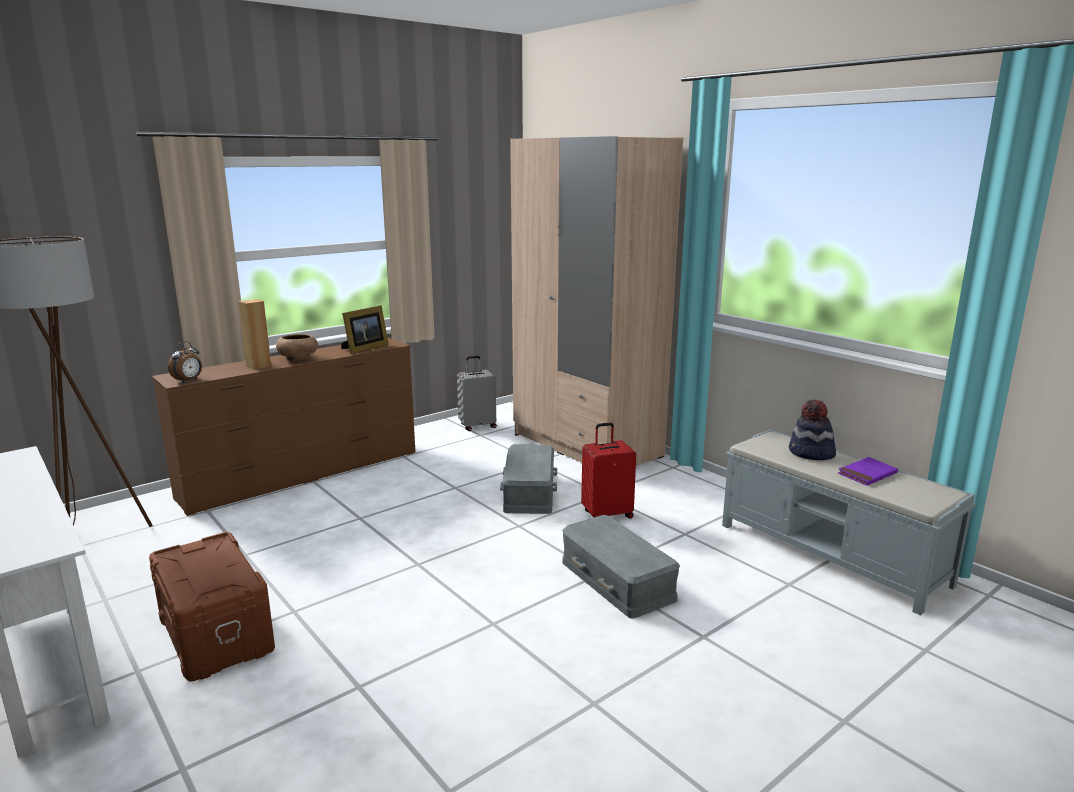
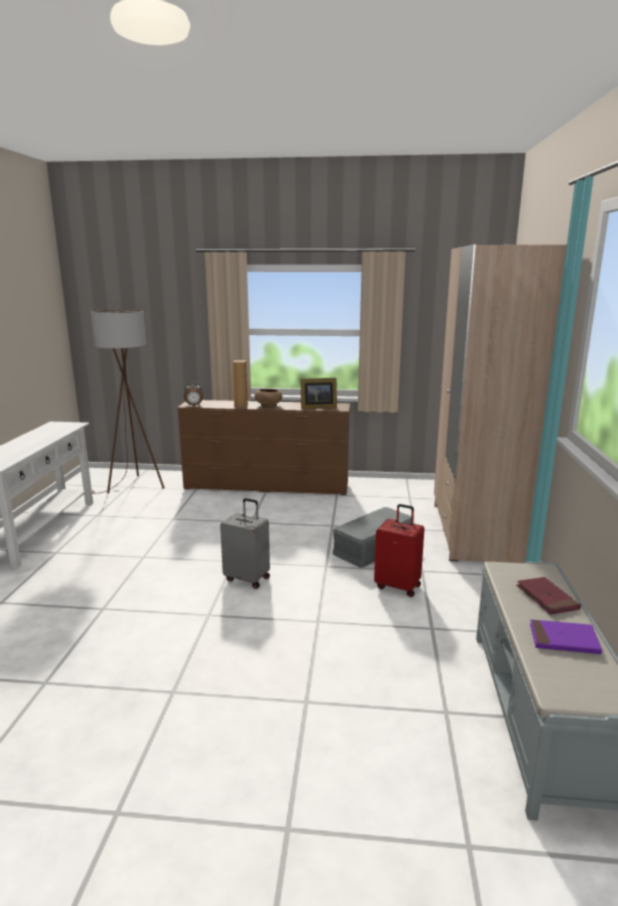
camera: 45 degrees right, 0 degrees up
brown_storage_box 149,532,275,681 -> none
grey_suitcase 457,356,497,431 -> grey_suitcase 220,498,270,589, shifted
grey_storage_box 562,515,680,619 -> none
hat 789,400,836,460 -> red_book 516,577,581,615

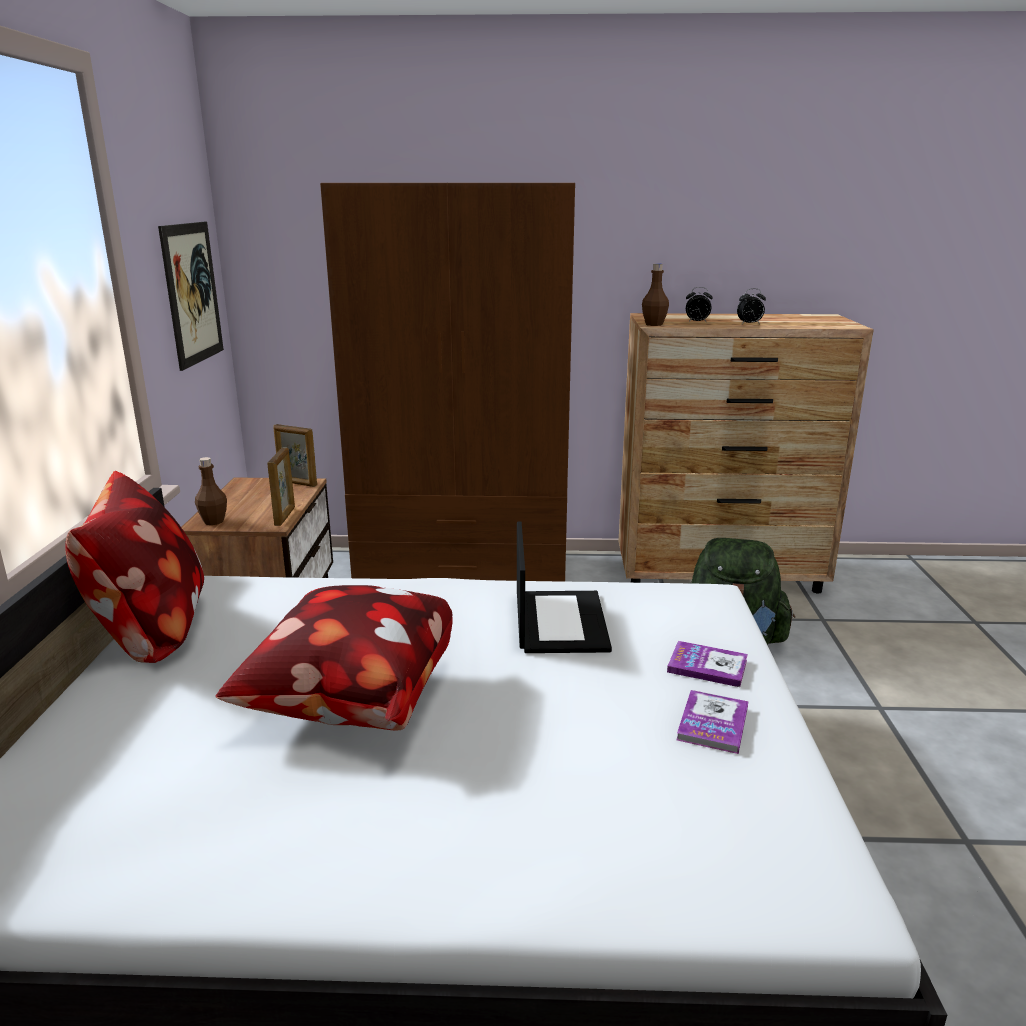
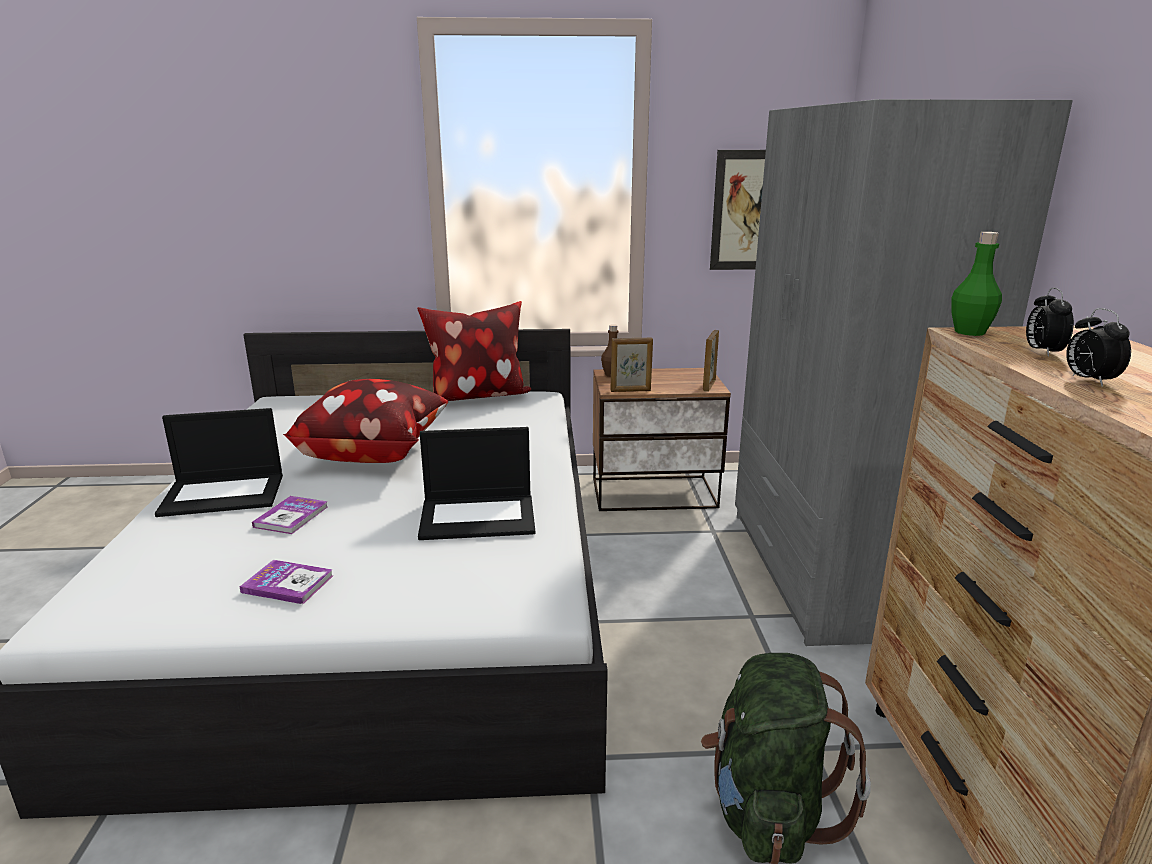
camera: 85 degrees right, 0 degrees up
brown_wardrobe 320,183,575,582 -> grey_wardrobe 735,99,1073,646
brown_bottle 642,264,669,326 -> green_bottle 951,232,1002,336
book 667,641,748,687 -> book 252,496,328,534, shifted
none -> laptop 155,408,283,517

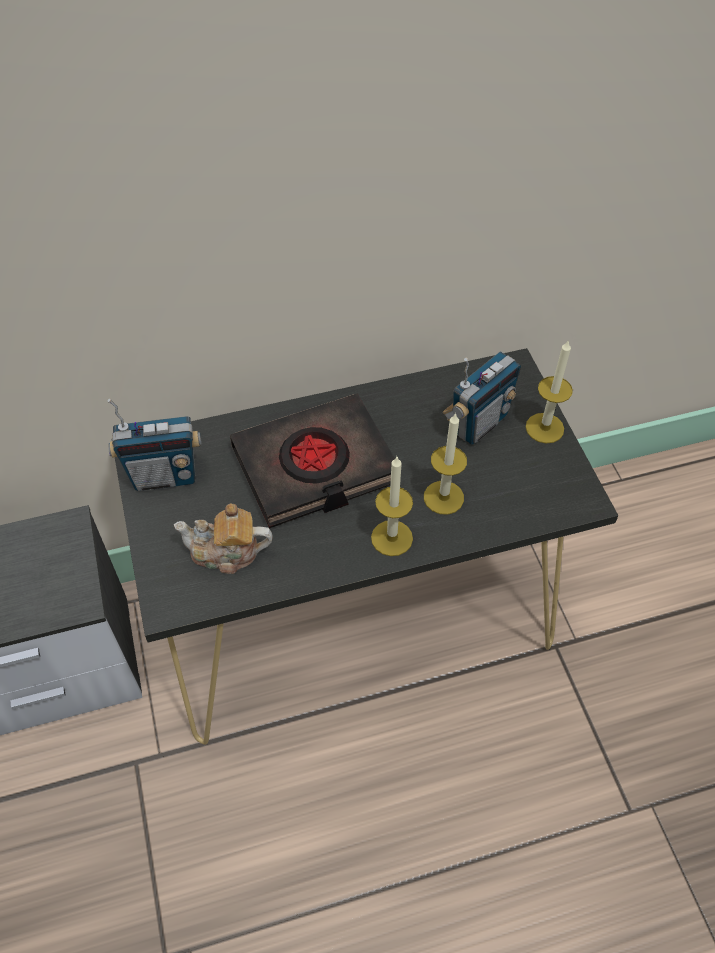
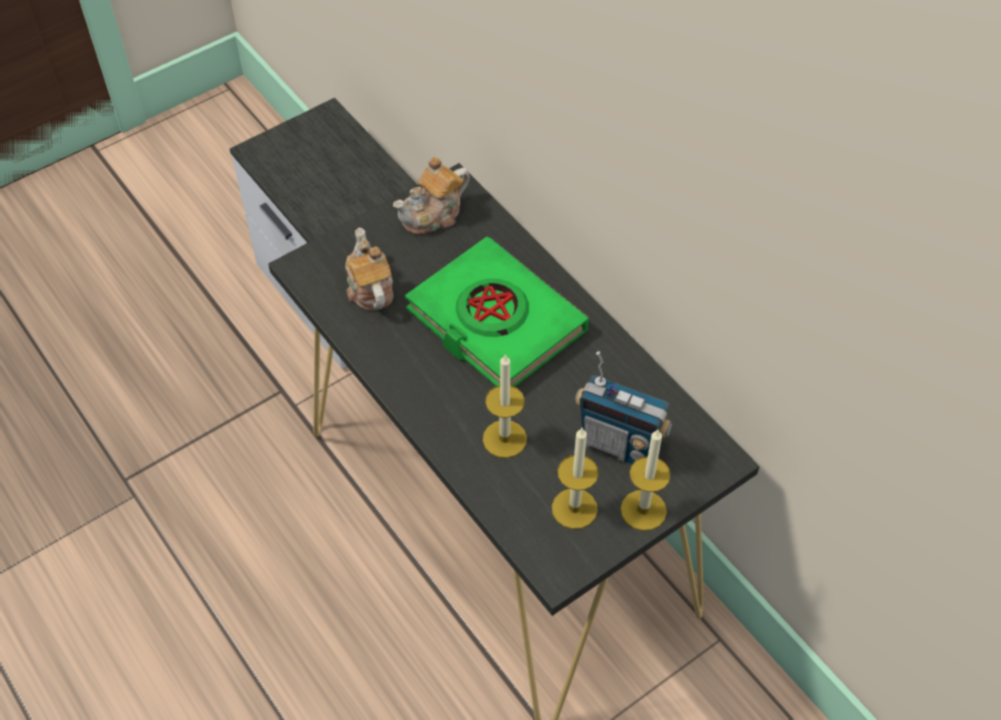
camera: 70 degrees right, 0 degrees up
radio 107,399,202,491 -> teapot 393,157,470,234
black_book 230,393,395,528 -> green_book 405,237,589,387
candle 371,457,413,556 -> candle 552,428,599,529, shifted

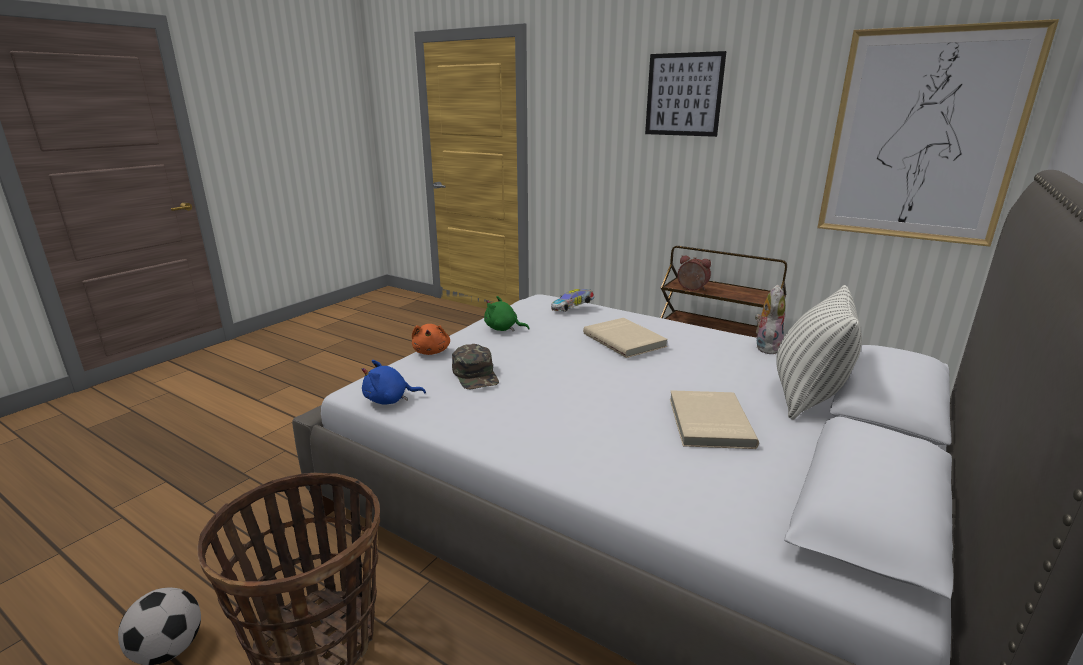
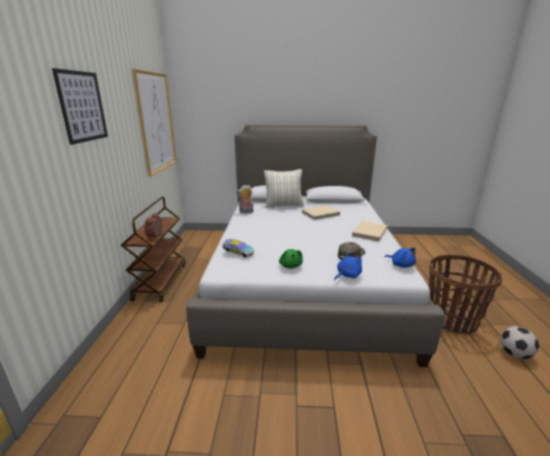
camera: 120 degrees left, 0 degrees up
orange_plush_toy 412,324,450,355 -> blue_plush_toy 334,252,362,280
beige_book 583,318,668,358 -> beige_book 352,221,387,242, shifted

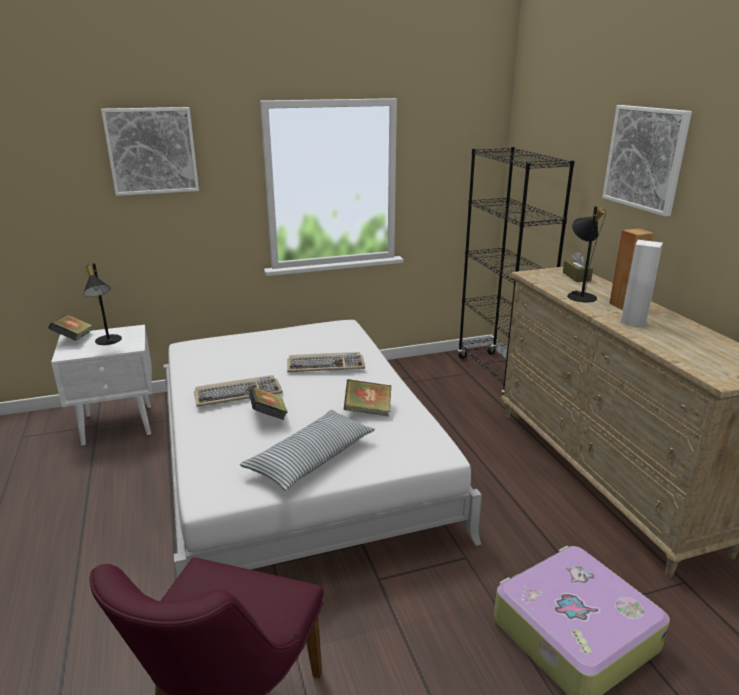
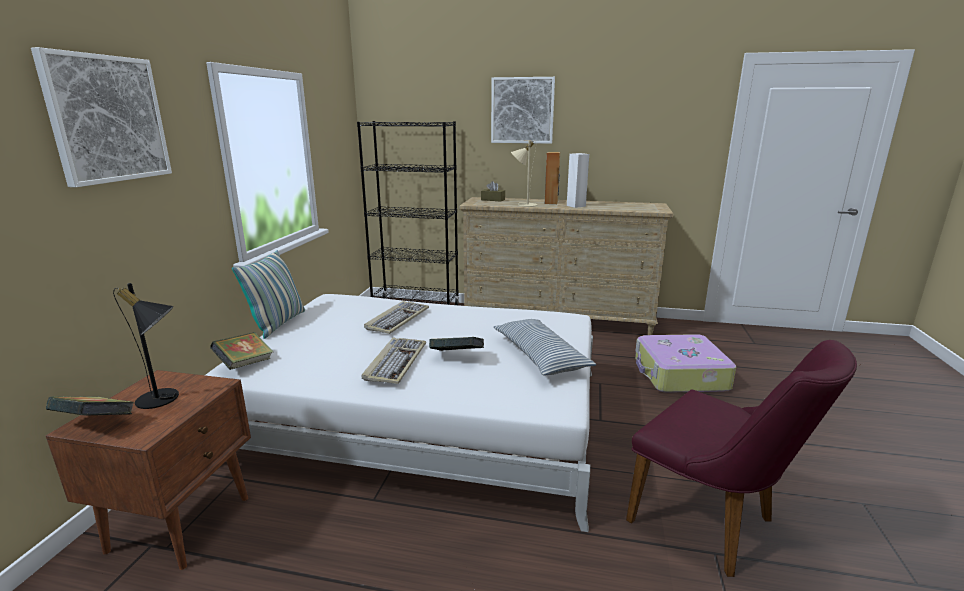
camera: 60 degrees left, 5 degrees down
white_nightstand 51,325,152,446 -> brown_nightstand 46,370,251,570
book 344,379,391,416 -> book 210,332,274,370, shifted
black_table_lamp 567,206,606,303 -> beige_table_lamp 511,140,537,207
none -> pillow 232,250,305,339

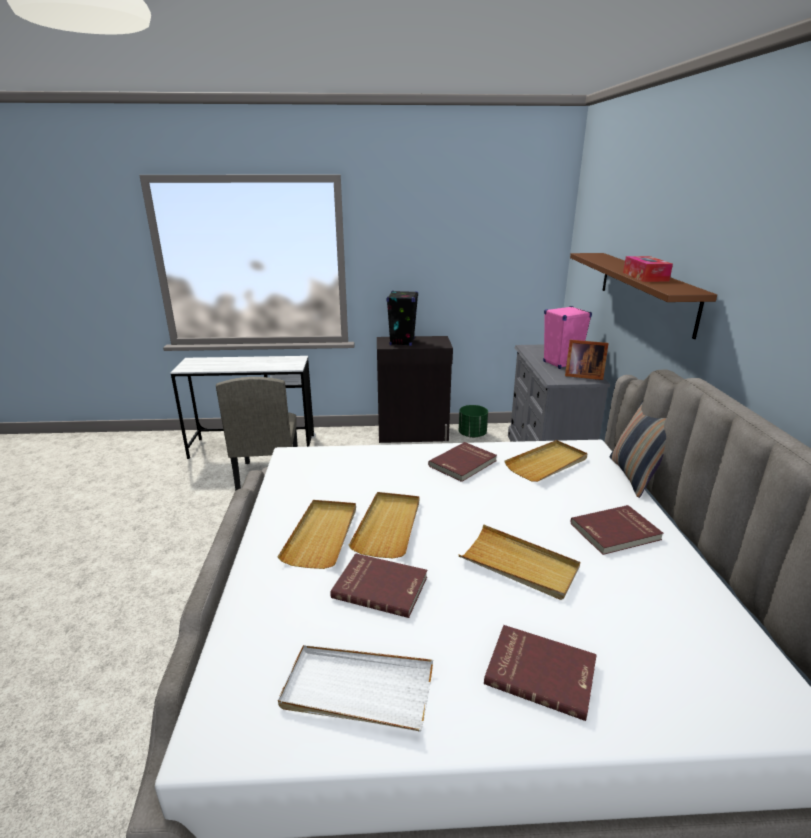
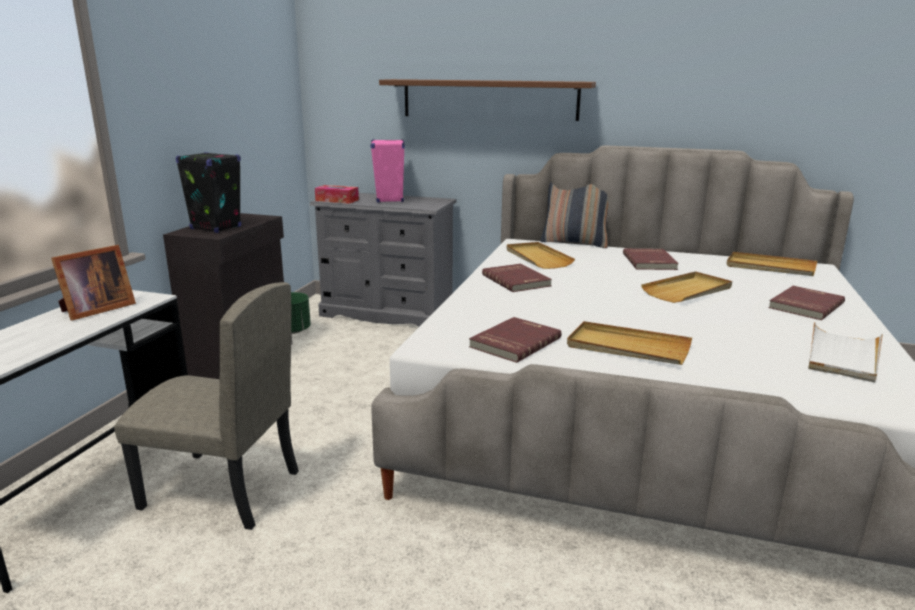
camera: 70 degrees left, 5 degrees down
red_book 330,553,427,618 -> red_book 469,317,562,363, shifted
beige_tray 349,492,419,558 -> beige_tray 726,252,817,276, shifted
picture_frame 565,340,609,380 -> picture_frame 51,245,136,321, shifted
tissue_box 623,256,673,282 -> tissue_box 315,185,359,204, shifted

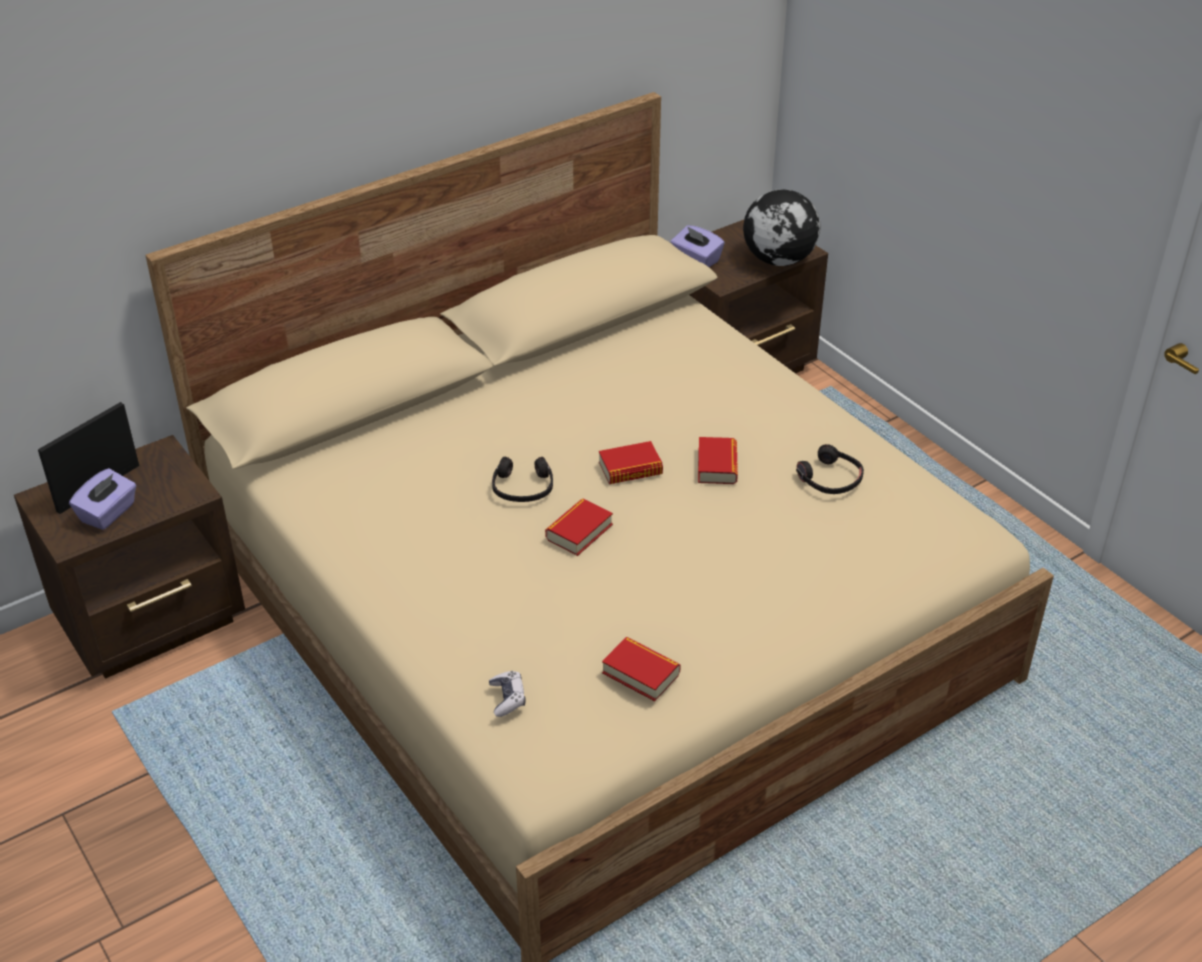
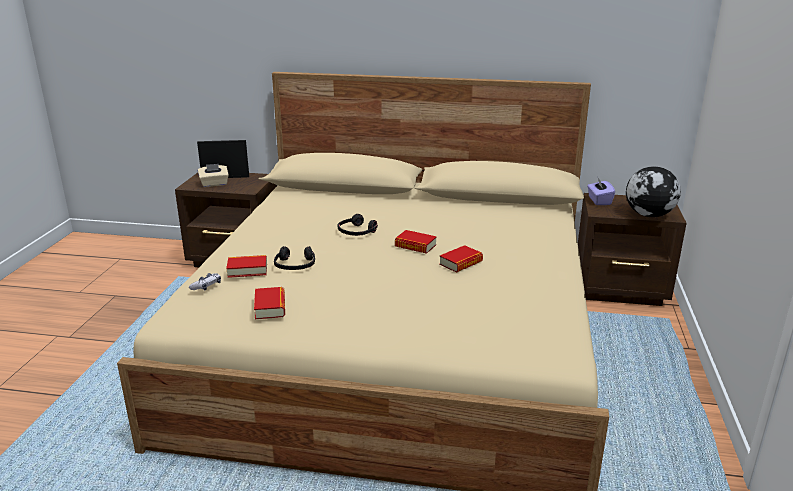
camera: 45 degrees right, 15 degrees down
purple_tissue_box 69,468,136,530 -> beige_tissue_box 198,164,229,187
book 545,499,613,556 -> book 226,255,267,278, shifted
black_headphones 796,444,864,494 -> black_headphones 274,246,315,270, shifted

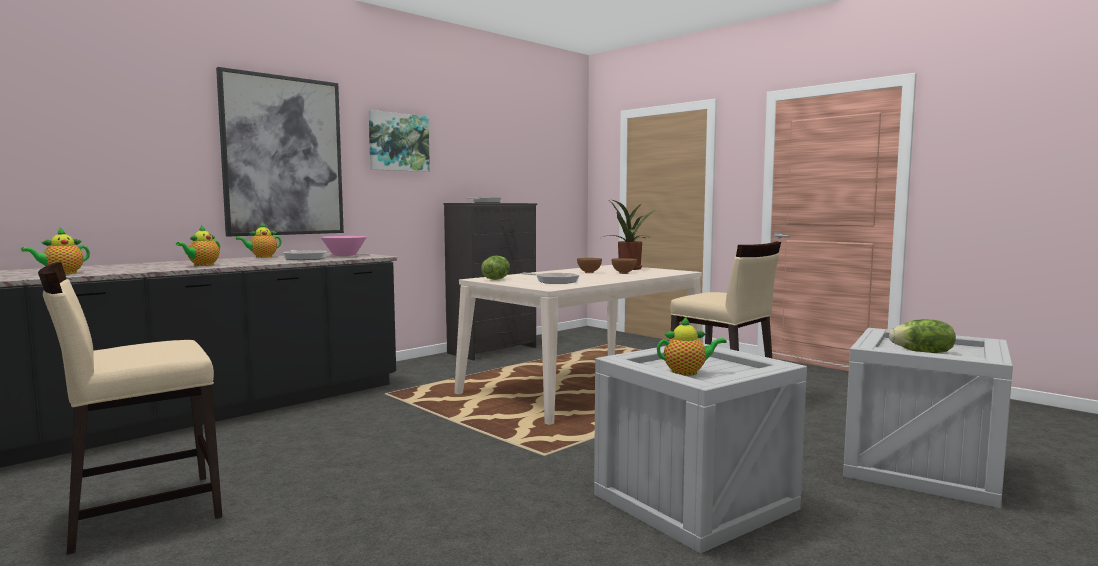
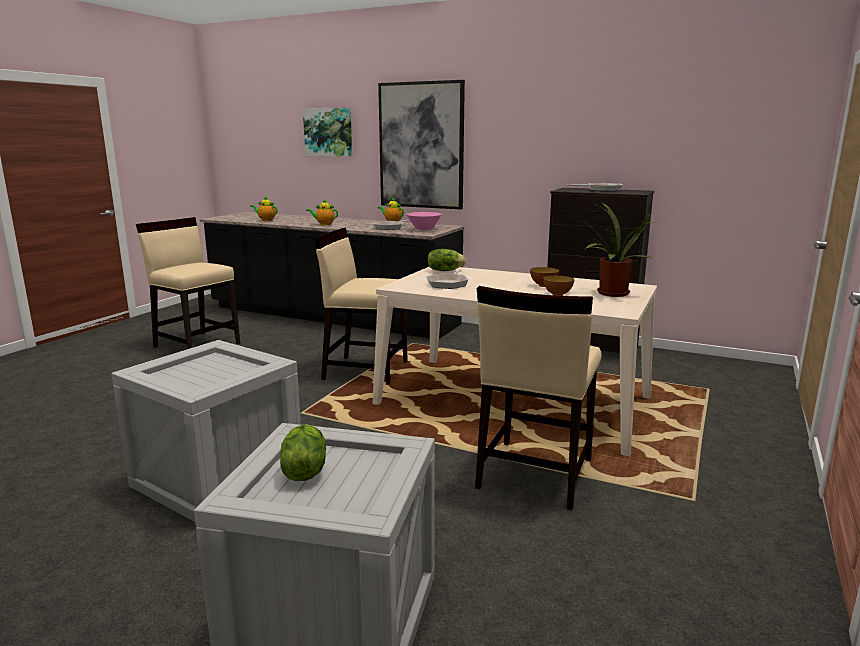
camera: 70 degrees right, 10 degrees up
picture 369,110,430,172 -> picture 303,107,352,157, shifted
teapot 657,317,727,376 -> none
none -> beige_chair 314,228,408,385

